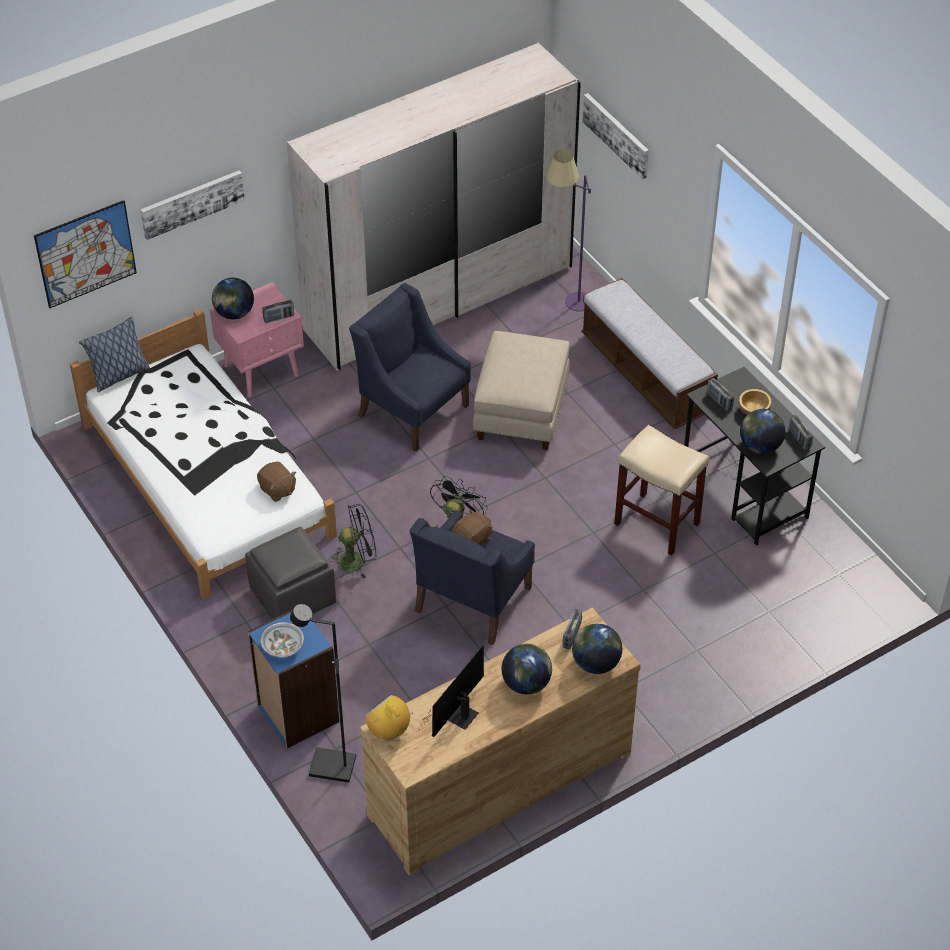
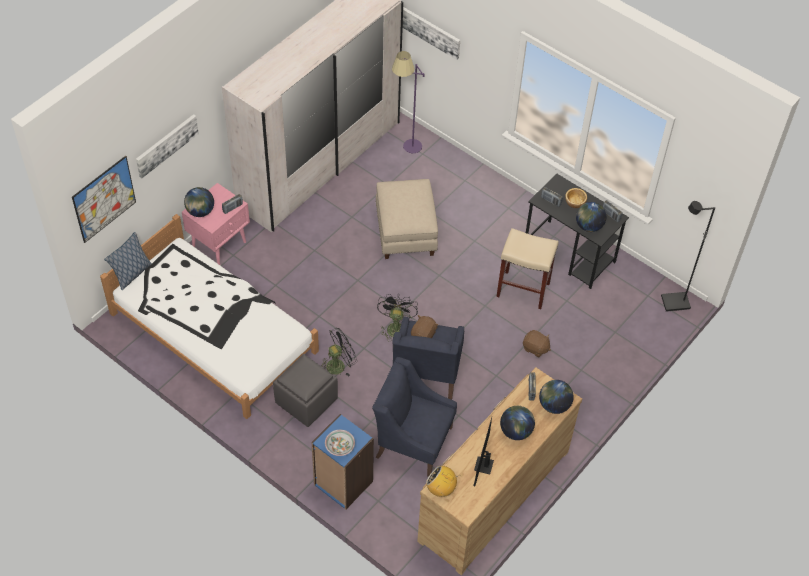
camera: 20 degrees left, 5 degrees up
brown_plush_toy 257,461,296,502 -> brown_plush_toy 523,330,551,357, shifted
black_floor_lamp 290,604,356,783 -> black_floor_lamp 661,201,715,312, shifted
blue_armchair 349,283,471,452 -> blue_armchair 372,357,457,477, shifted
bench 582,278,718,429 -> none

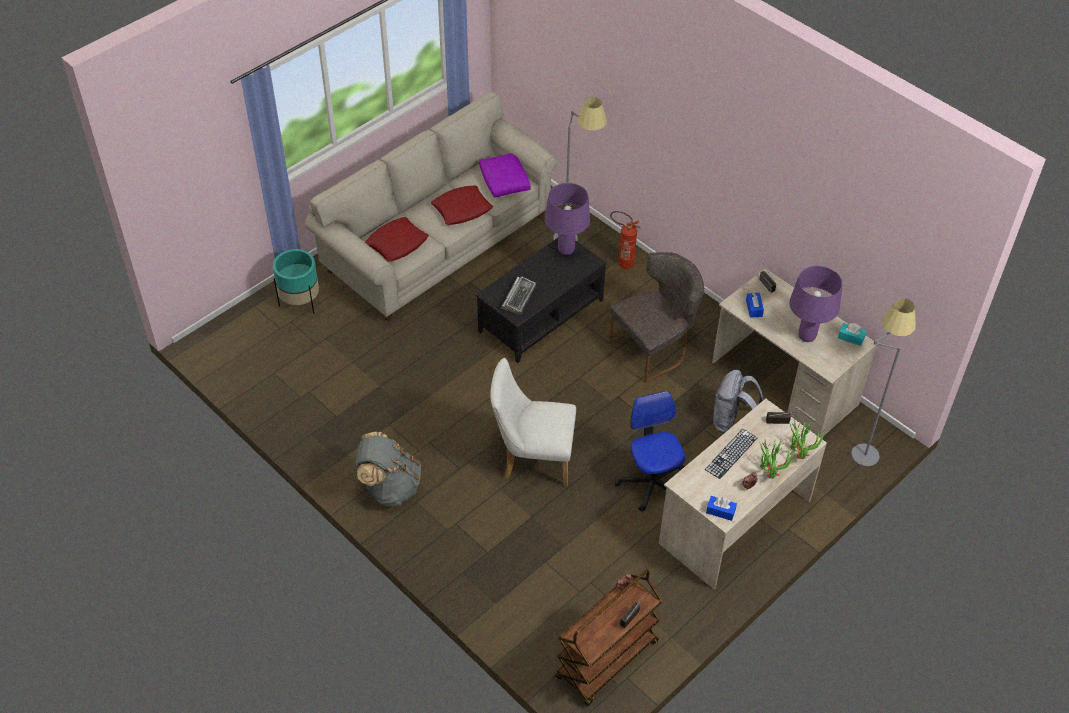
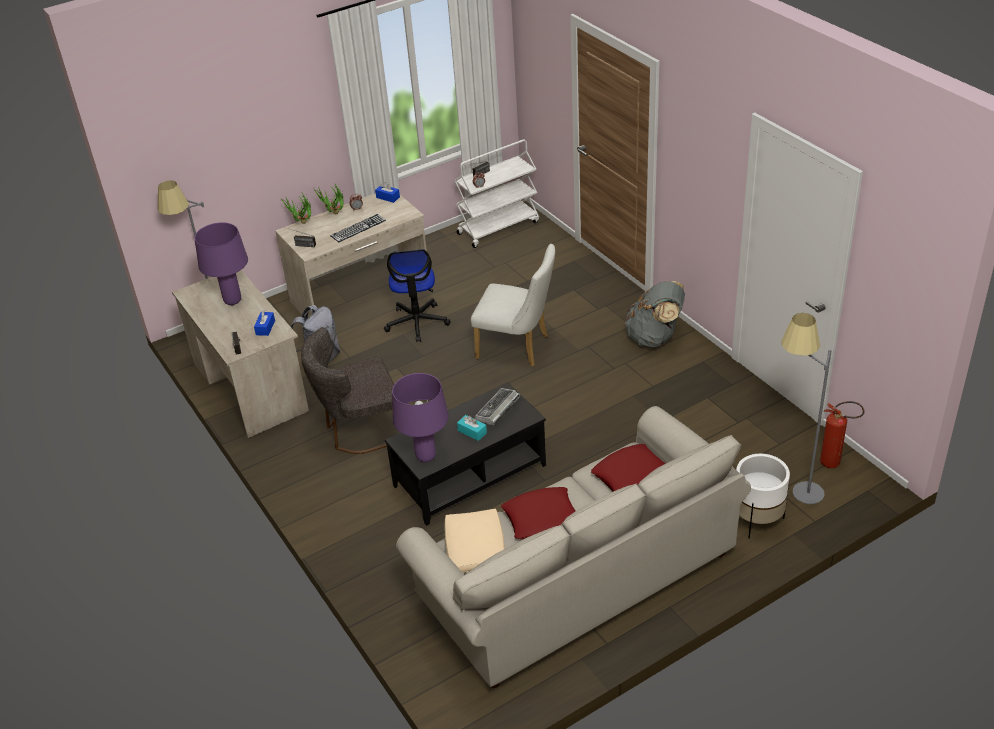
camera: 165 degrees left, 10 degrees down
turquoise_planter 273,249,319,314 -> white_planter 736,454,790,539
purple_pillow 479,153,531,198 -> beige_pillow 445,509,505,573
grey_floor_lamp 553,97,607,241 -> grey_floor_lamp 781,313,832,504, shifted
brown_cart 555,569,662,706 -> white_cart 454,140,539,248
fire_extinguisher 610,211,641,269 -> fire_extinguisher 820,401,865,468, shifted
turquoise_tissue_box 838,323,866,346 -> turquoise_tissue_box 457,415,487,441, shifted

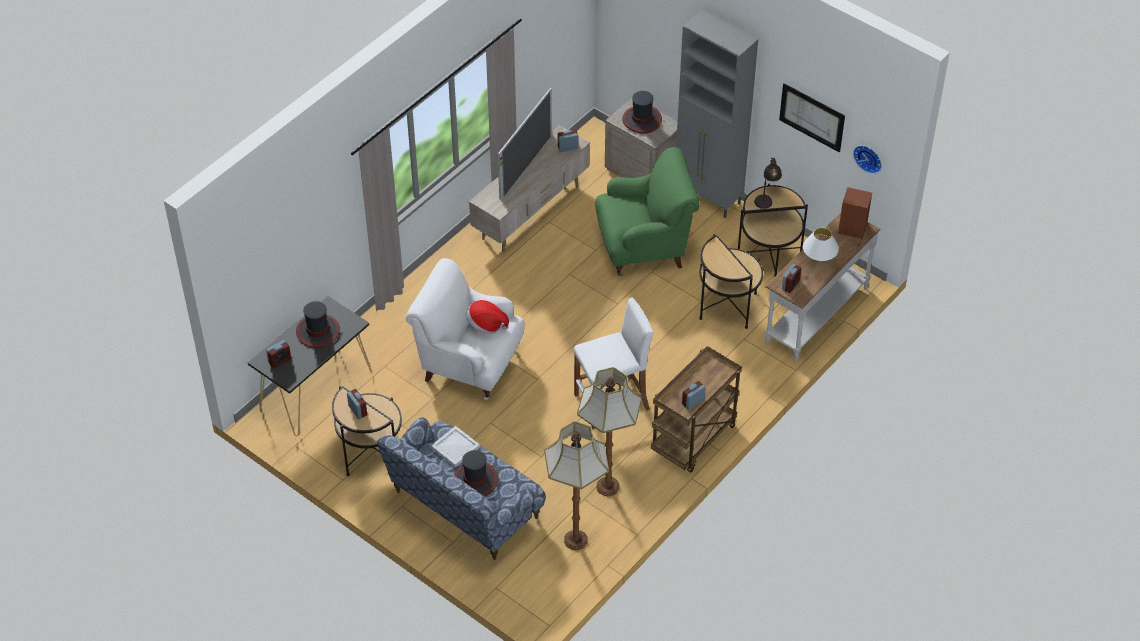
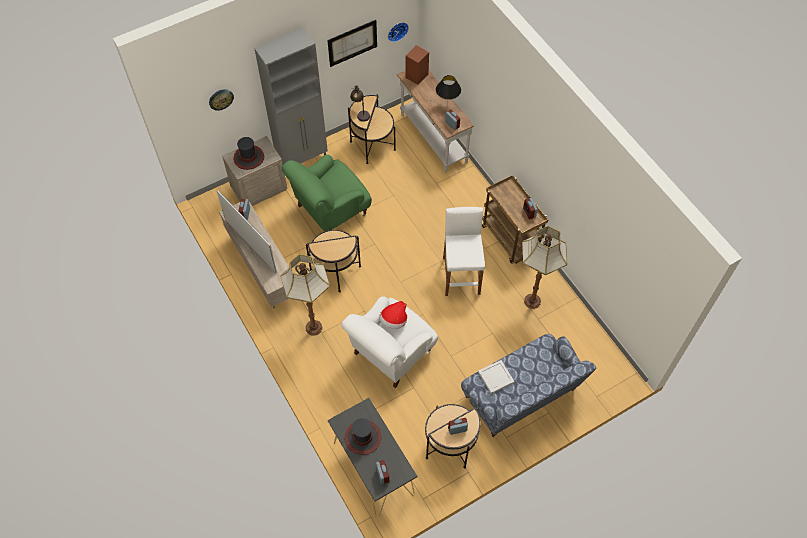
camera: 70 degrees left, 10 degrees up
hat 454,450,498,497 -> none
floor_lamp 544,421,609,550 -> floor_lamp 280,254,330,336, shifted
green_armchair 595,147,699,276 -> green_armchair 282,155,372,232, 135 degrees counterclockwise
side_table 699,234,763,329 -> side_table 306,228,361,292, shifted
white_table_lamp 803,228,839,273 -> black_table_lamp 436,75,461,107
none -> wall_clock 209,89,234,111

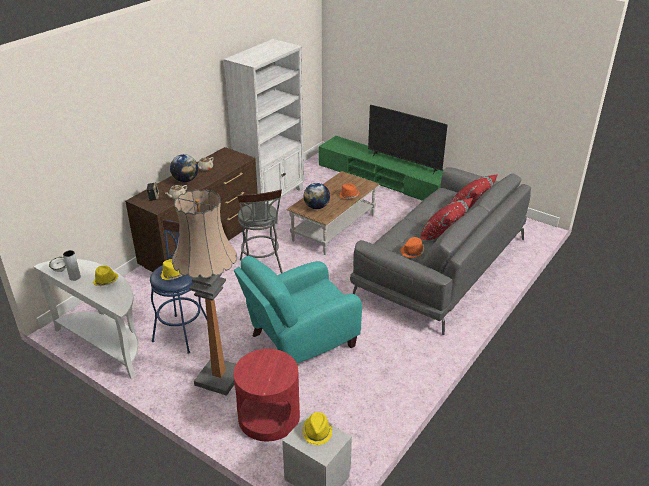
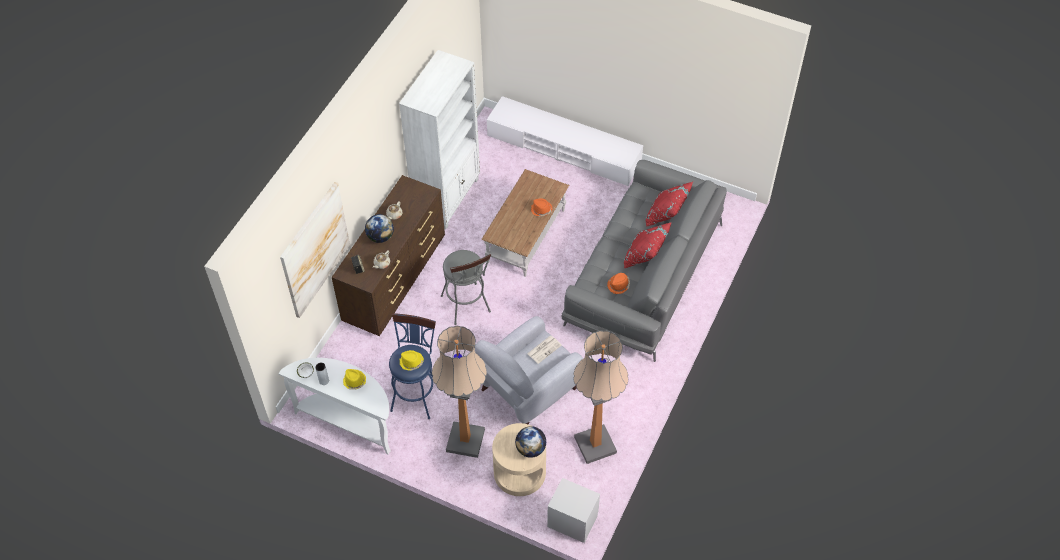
camera: 10 degrees left, 20 degrees up
red_side_table 233,349,300,441 -> beige_side_table 492,423,546,496
turquoise_armchair 234,256,362,363 -> grey_armchair 475,316,583,424
yellow_hat 303,412,332,445 -> none
globe 304,183,330,209 -> globe 515,426,546,458, shifted
green_tv_stand 319,136,444,201 -> white_tv_stand 487,96,643,186
television 368,105,447,174 -> none
none -> picture 280,182,350,318
none -> newspaper 527,336,562,364
none -> floor_lamp 573,330,628,464

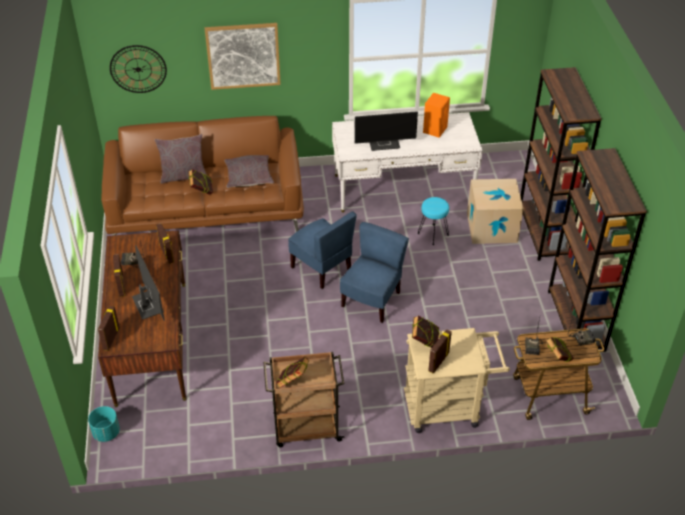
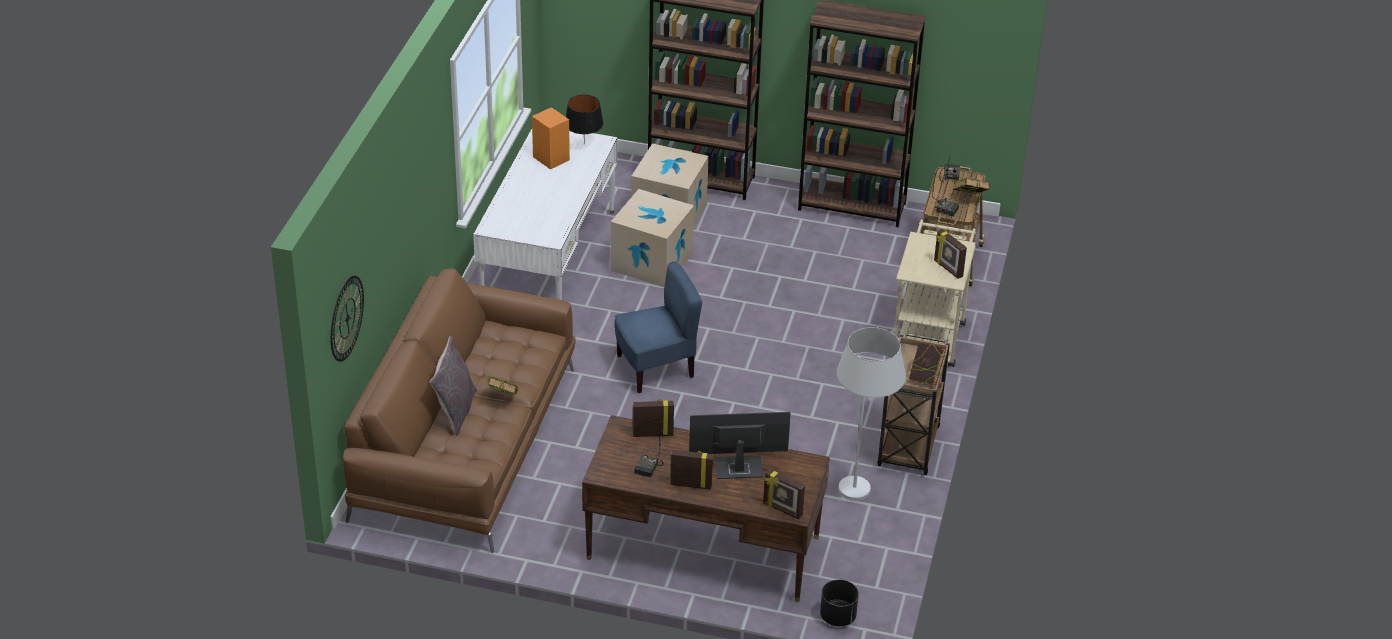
camera: 70 degrees left, 5 degrees down
turquoise_planter 88,406,120,442 -> black_planter 820,580,859,626
picture 205,23,281,90 -> none
grey_pillow 224,155,274,188 -> none
blue_chair 340,222,409,323 -> none
monitor 354,111,418,151 -> none
book 412,316,439,348 -> none
turquoise_stool 417,197,449,245 -> cardboard_box 611,189,694,287
none -> black_table_lamp 566,95,604,144
none -> white_floor_lamp 837,327,906,501

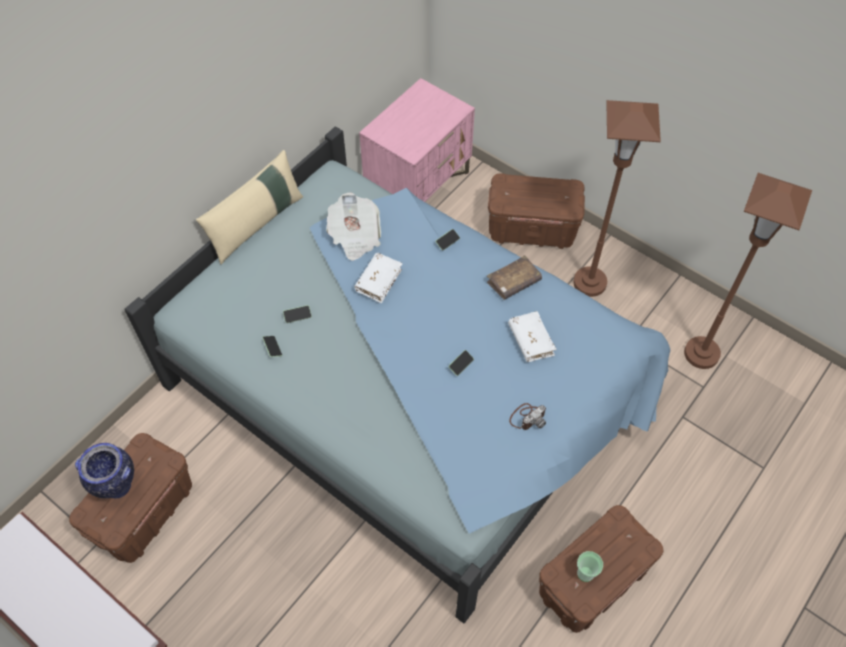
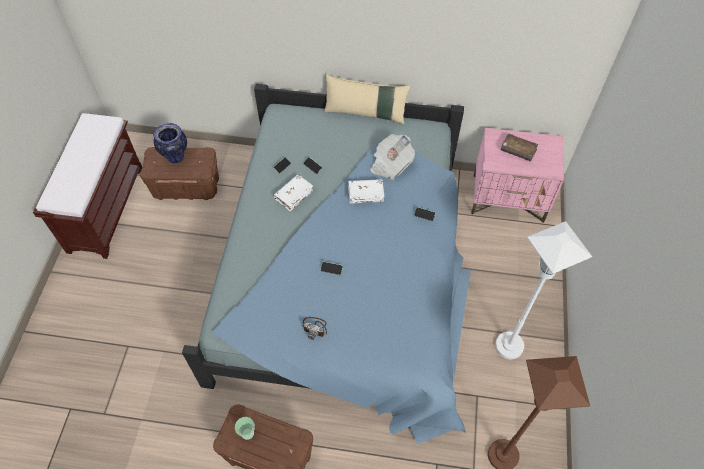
camera: 60 degrees right, 0 degrees up
brown_book 487,255,542,300 -> brown_book 501,133,539,161, shifted
brown_storage_box 488,174,585,249 -> none
white_book 508,311,557,362 -> white_book 274,175,314,211, shifted
brown_floor_lamp 573,100,661,297 -> white_floor_lamp 495,221,592,359

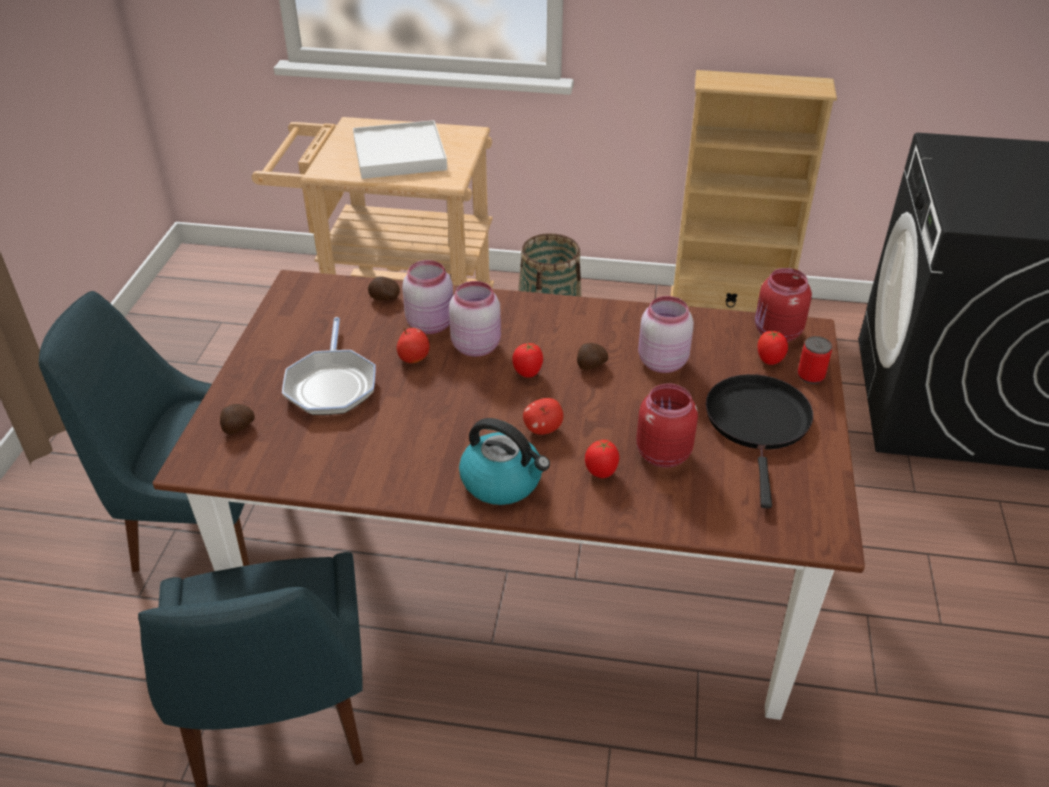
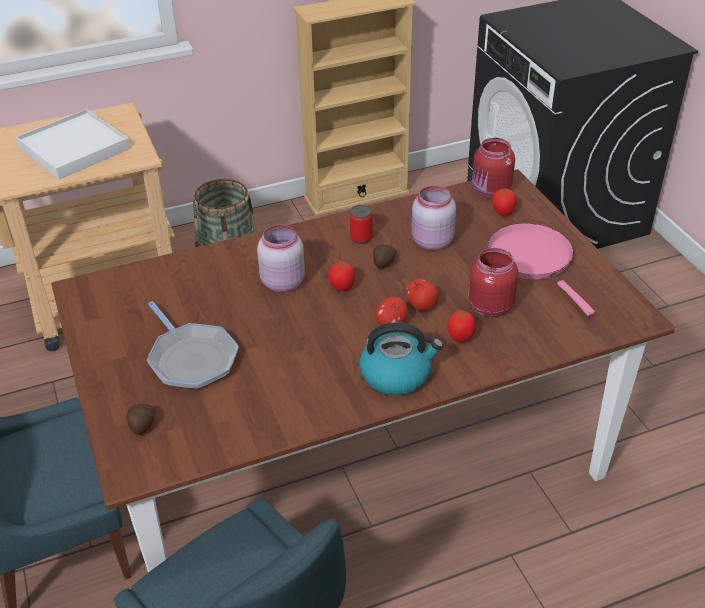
camera: 30 degrees left, 0 degrees up
potato 368,276,400,301 -> none
apple 397,327,430,363 -> apple 406,279,439,311, shifted
pink_jar 402,260,453,334 -> none
black_frying_pan 706,374,813,509 -> pink_frying_pan 488,223,594,316
can 798,336,832,384 -> can 350,205,373,244, shifted

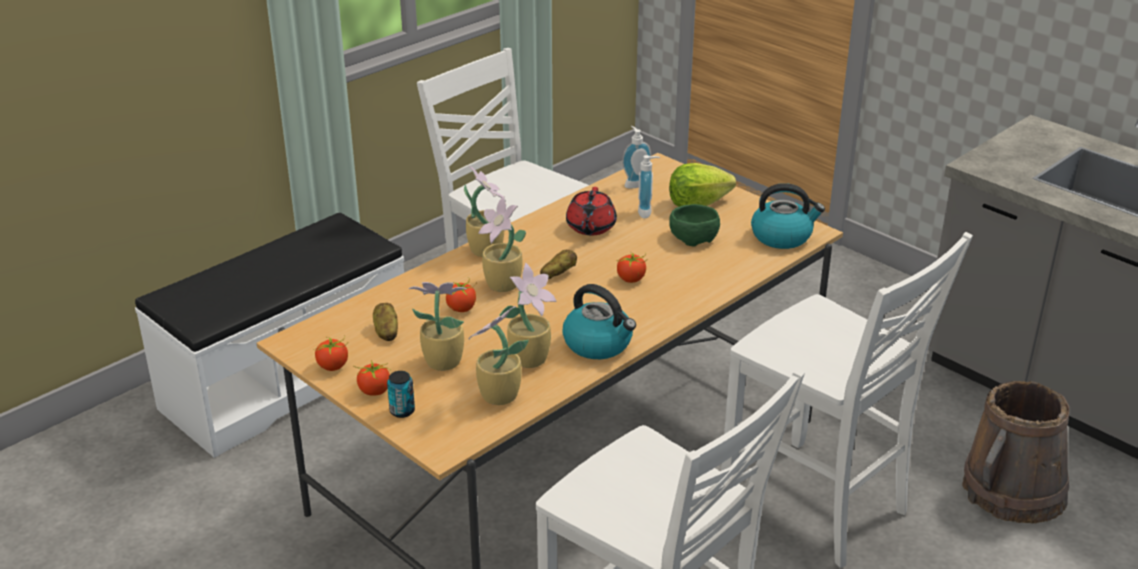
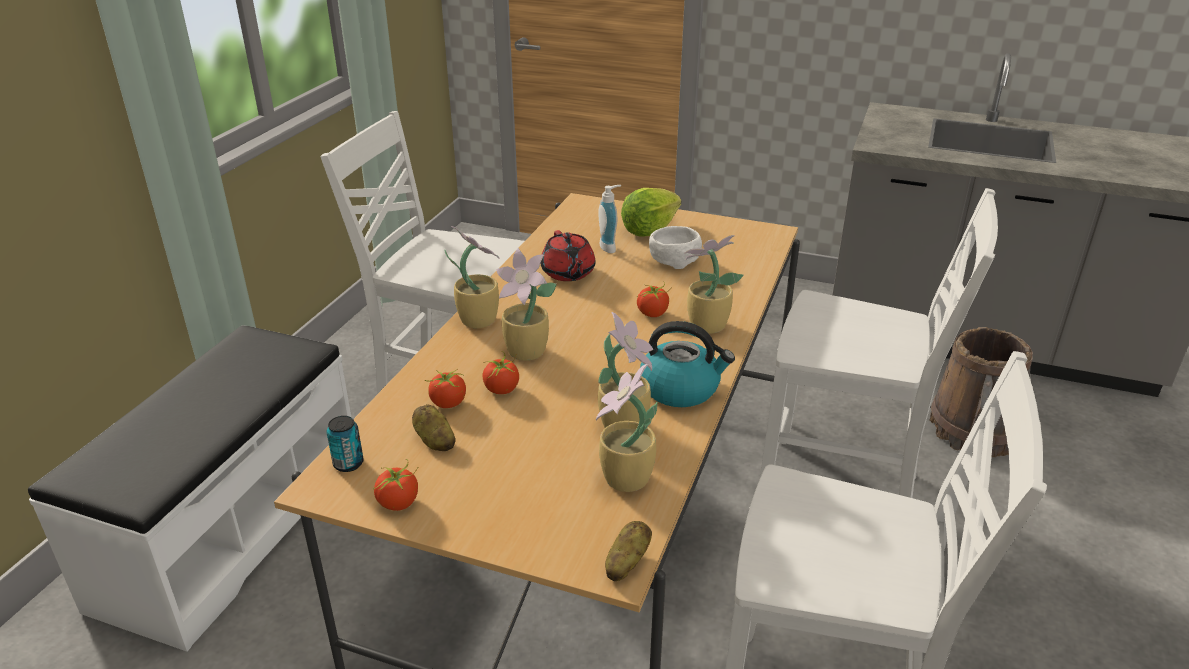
camera: 25 degrees left, 0 degrees up
tomato 354,360,390,396 -> tomato 425,369,466,408, shifted
can 387,371,415,418 -> can 326,416,364,472, shifted
potted_plant 408,282,467,371 -> potted_plant 684,235,744,334, shifted
potato 540,250,577,279 -> potato 605,521,652,581, shifted
soap_dispenser 622,126,651,188 -> none
green_bowl 669,204,720,247 -> white_bowl 649,226,702,269
kettle 751,183,825,249 -> none

